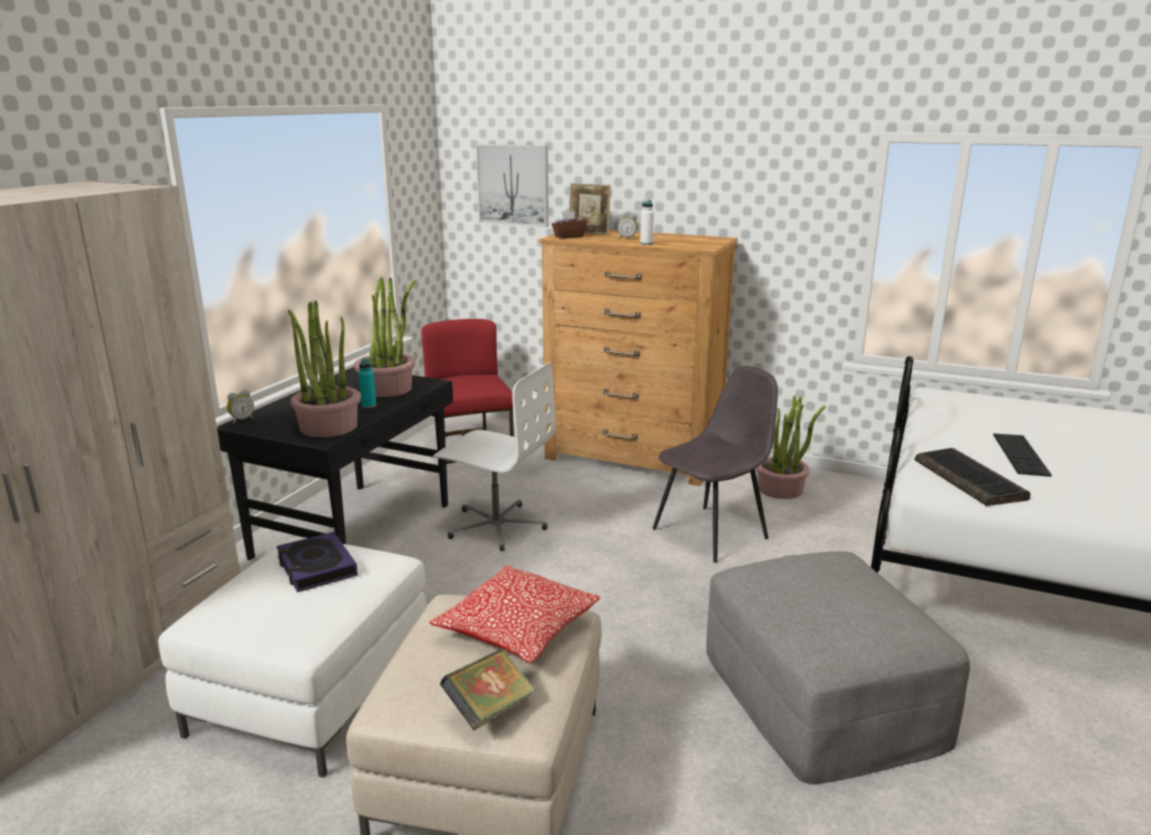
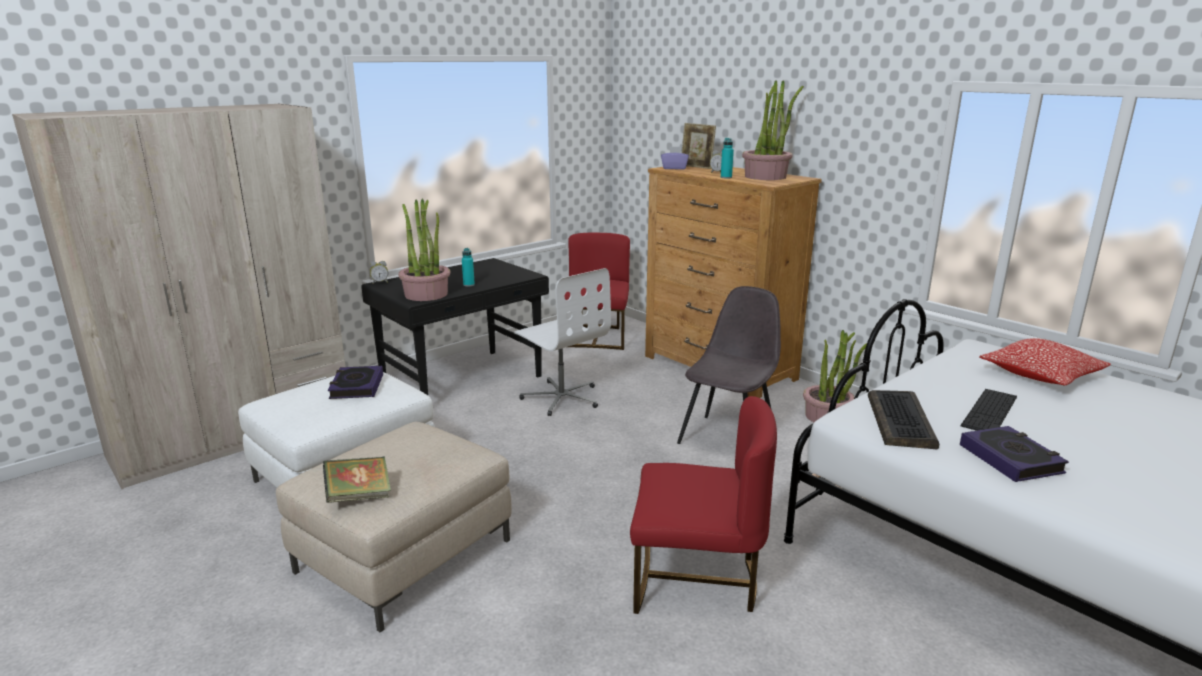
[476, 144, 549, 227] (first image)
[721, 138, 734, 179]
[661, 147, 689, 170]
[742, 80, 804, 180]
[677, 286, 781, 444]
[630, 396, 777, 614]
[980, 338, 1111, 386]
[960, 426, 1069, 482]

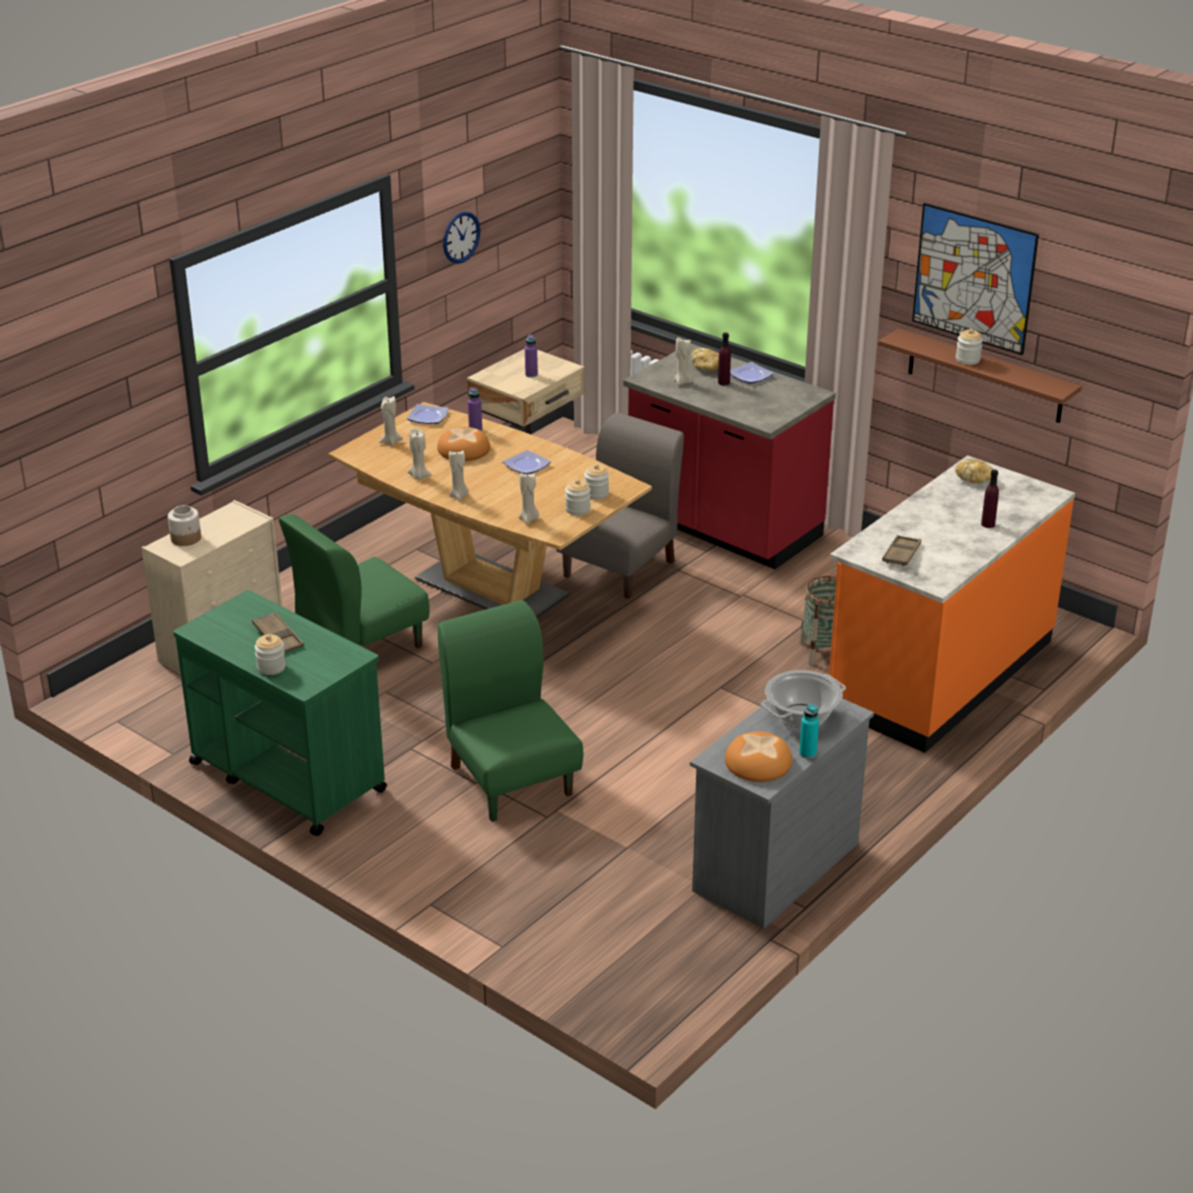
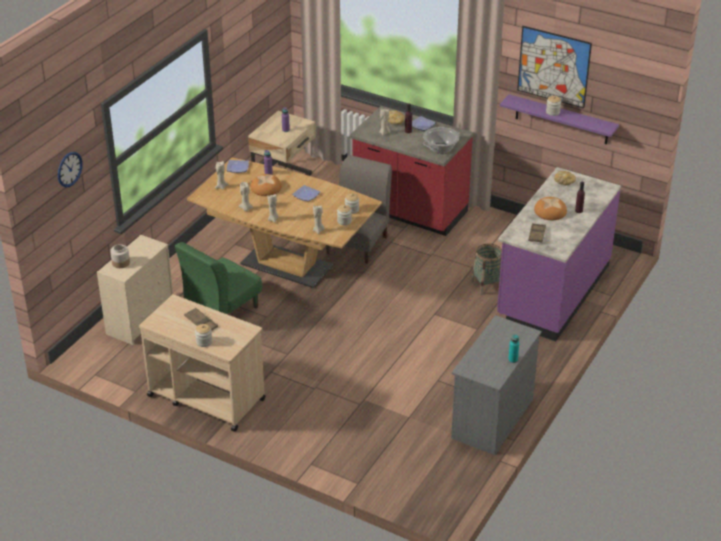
[58, 152, 83, 187]
[500, 94, 619, 145]
[497, 167, 621, 341]
[139, 294, 266, 432]
[438, 600, 584, 822] (first image)
[423, 127, 460, 154]
[534, 197, 567, 220]

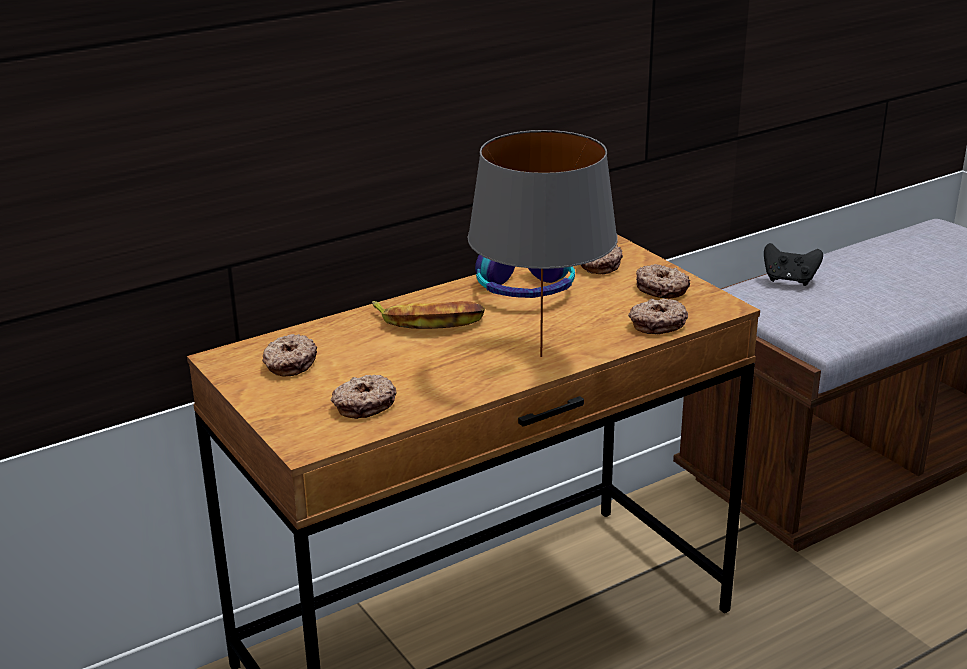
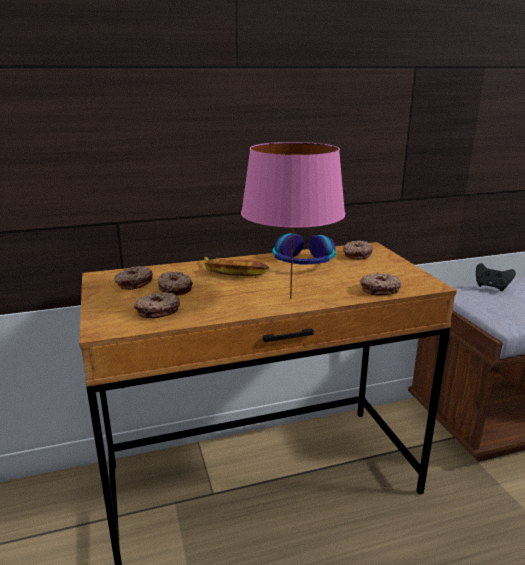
[241, 142, 345, 299]
[158, 272, 193, 296]

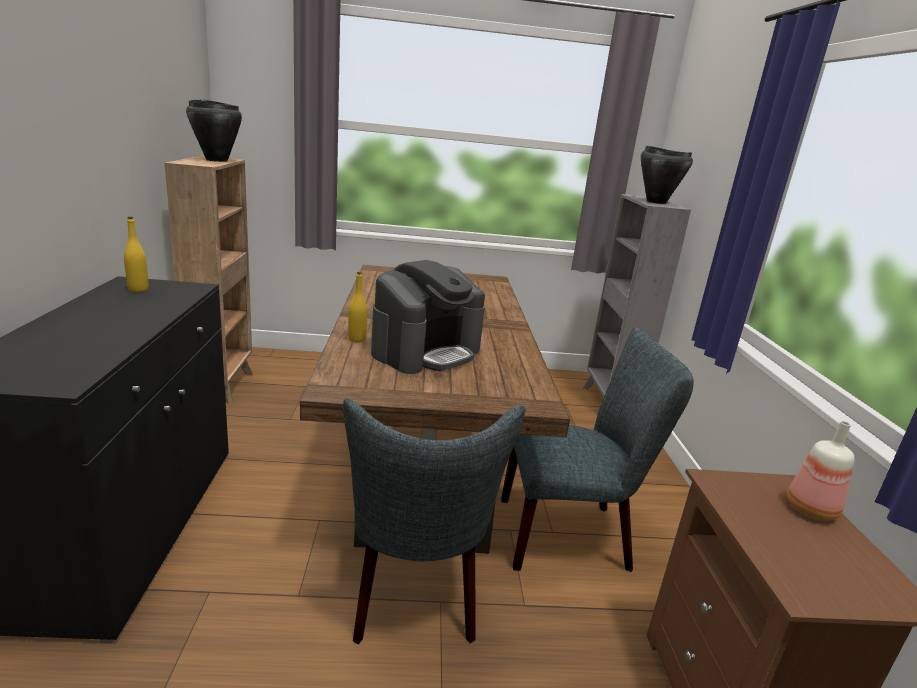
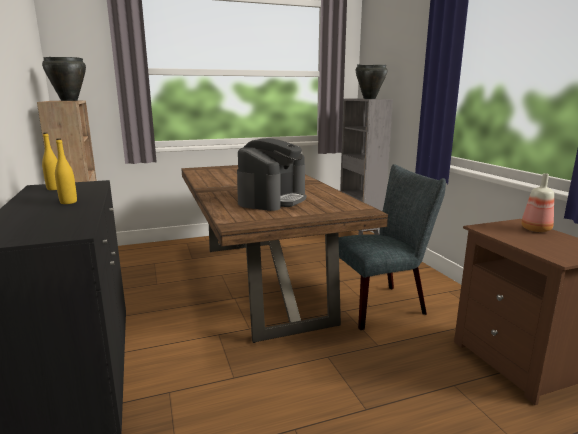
[55, 138, 77, 204]
[343, 398, 525, 644] (first image)

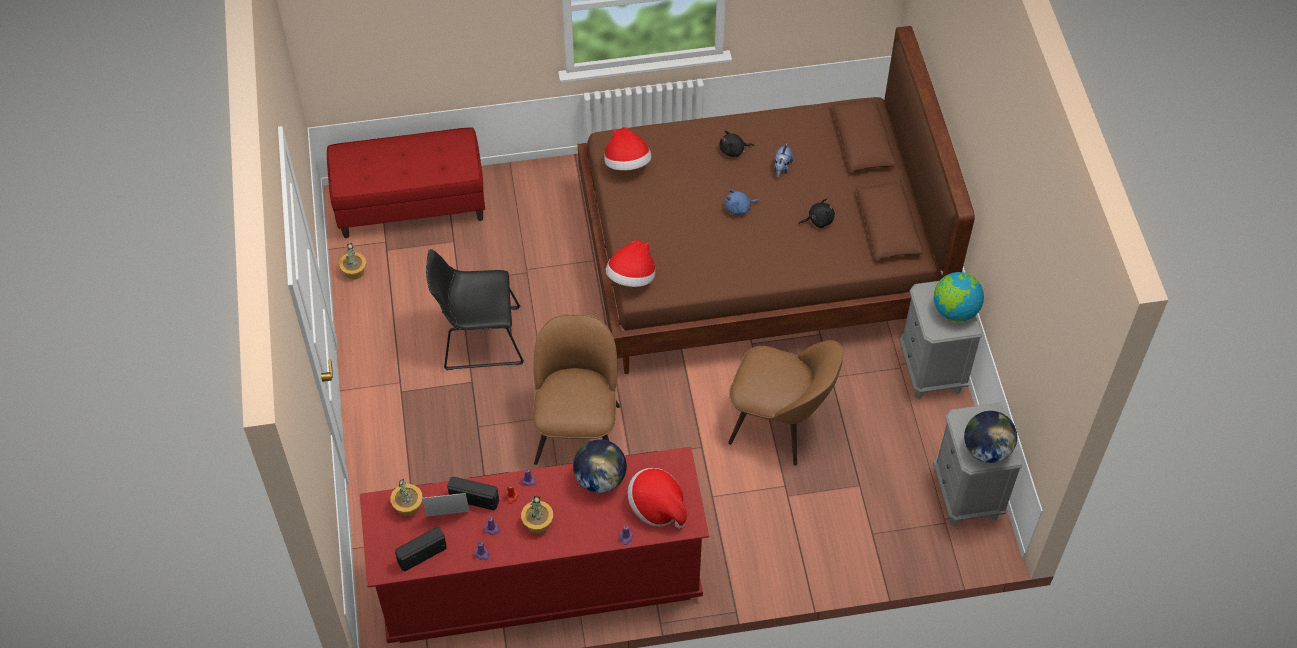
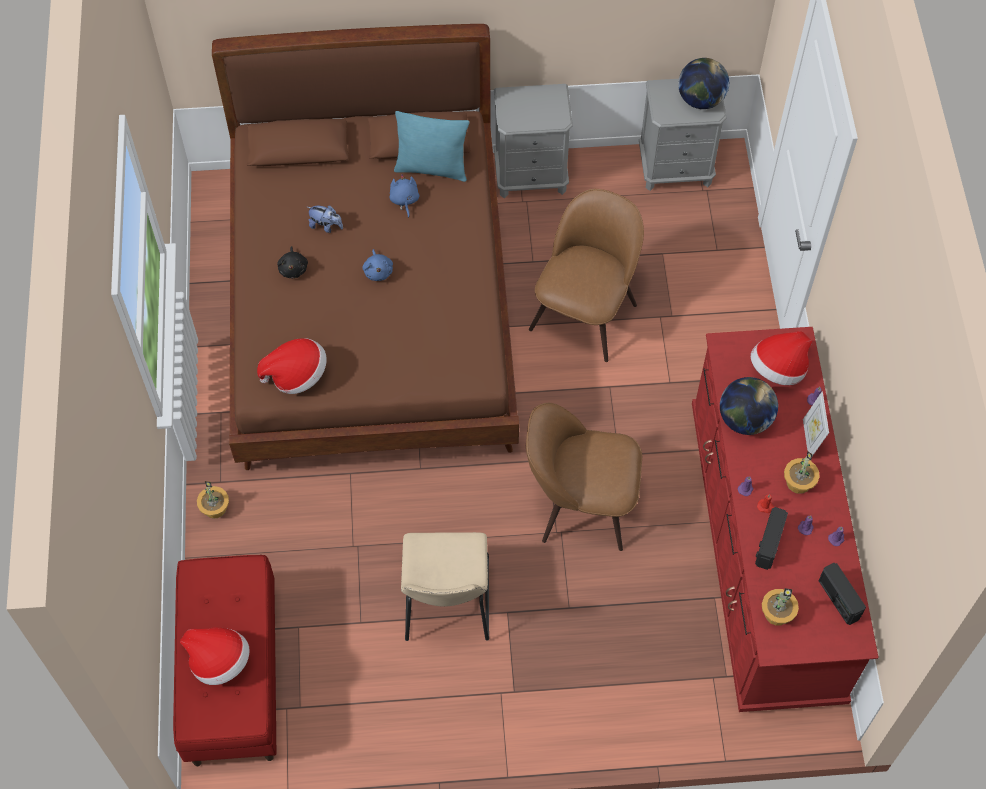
[389, 174, 419, 218]
[180, 627, 250, 685]
[197, 481, 229, 519]
[401, 532, 489, 641]
[934, 272, 984, 322] (first image)
[803, 391, 829, 456]
[394, 111, 469, 182]

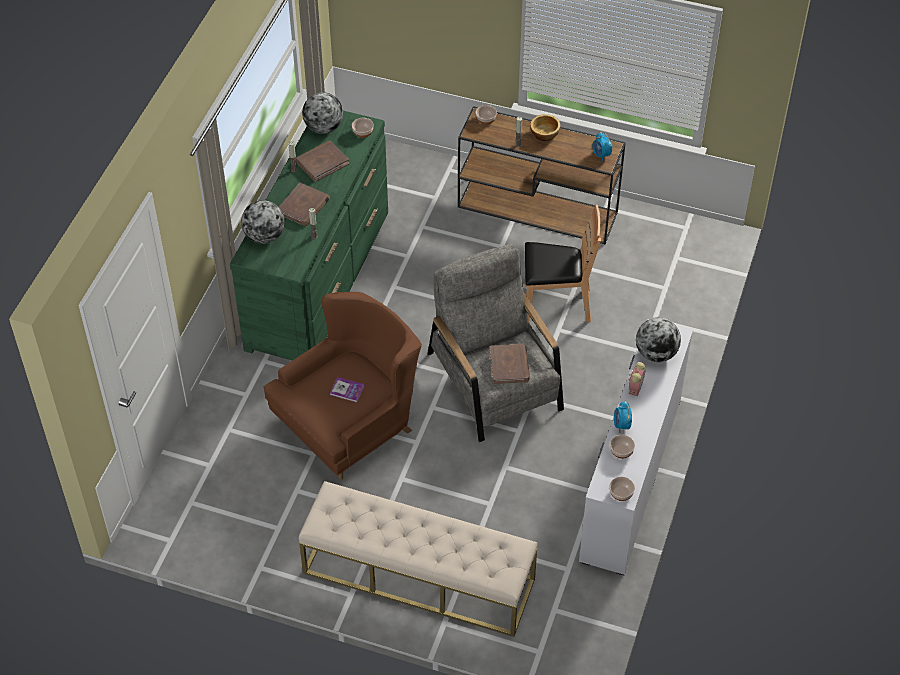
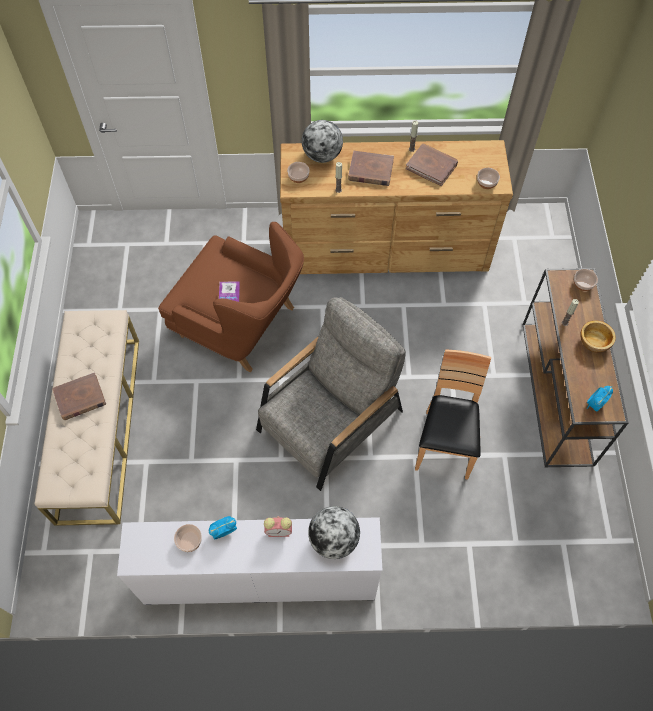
[302, 92, 343, 134] (first image)
[280, 140, 513, 274]
[415, 349, 491, 480]
[52, 373, 106, 420]
[287, 162, 310, 183]

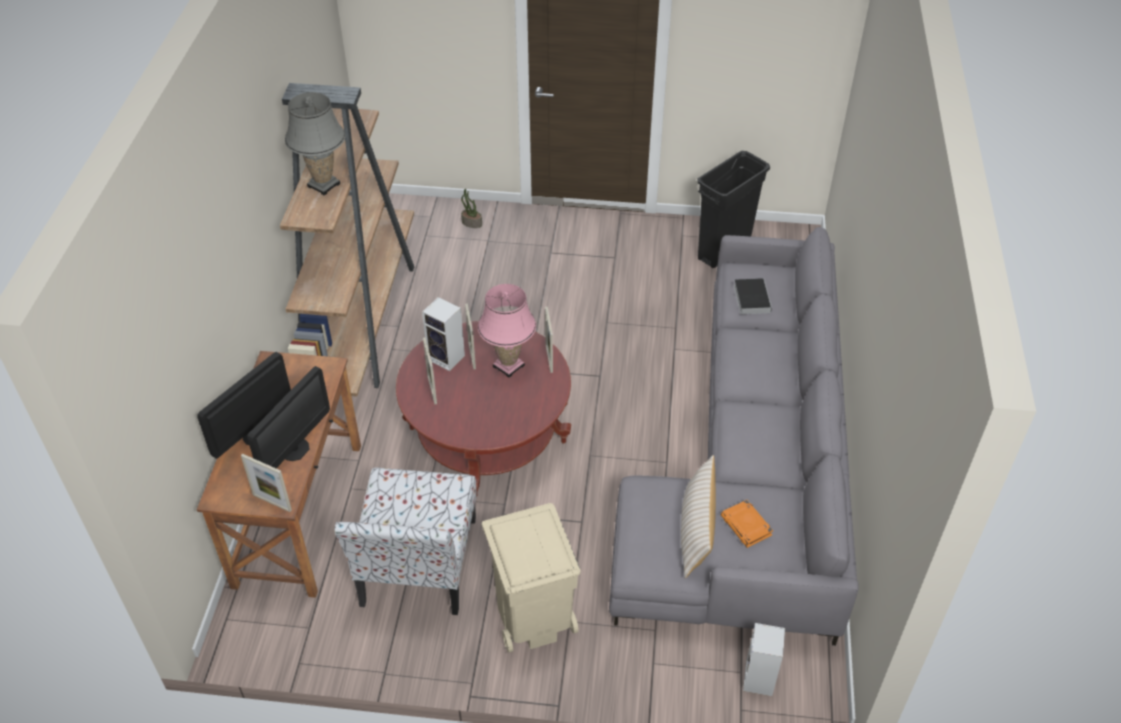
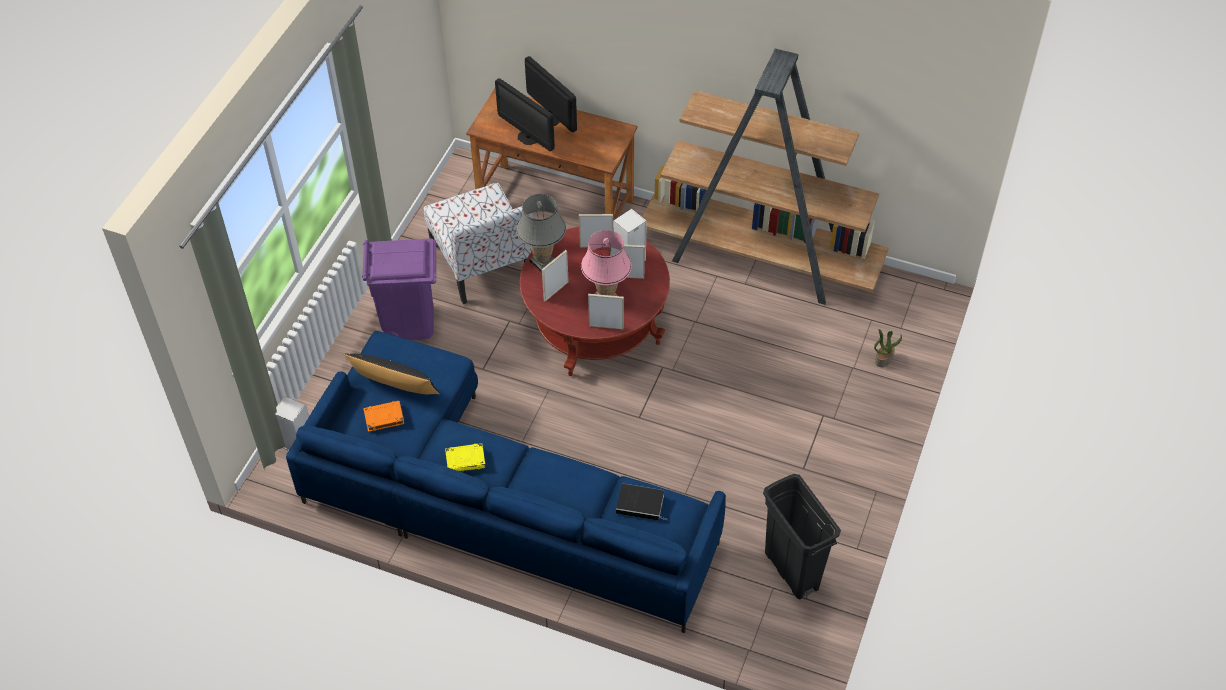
[516, 194, 566, 273]
[286, 331, 726, 633]
[542, 250, 569, 302]
[344, 354, 440, 394]
[423, 183, 533, 304]
[362, 239, 436, 340]
[445, 443, 486, 472]

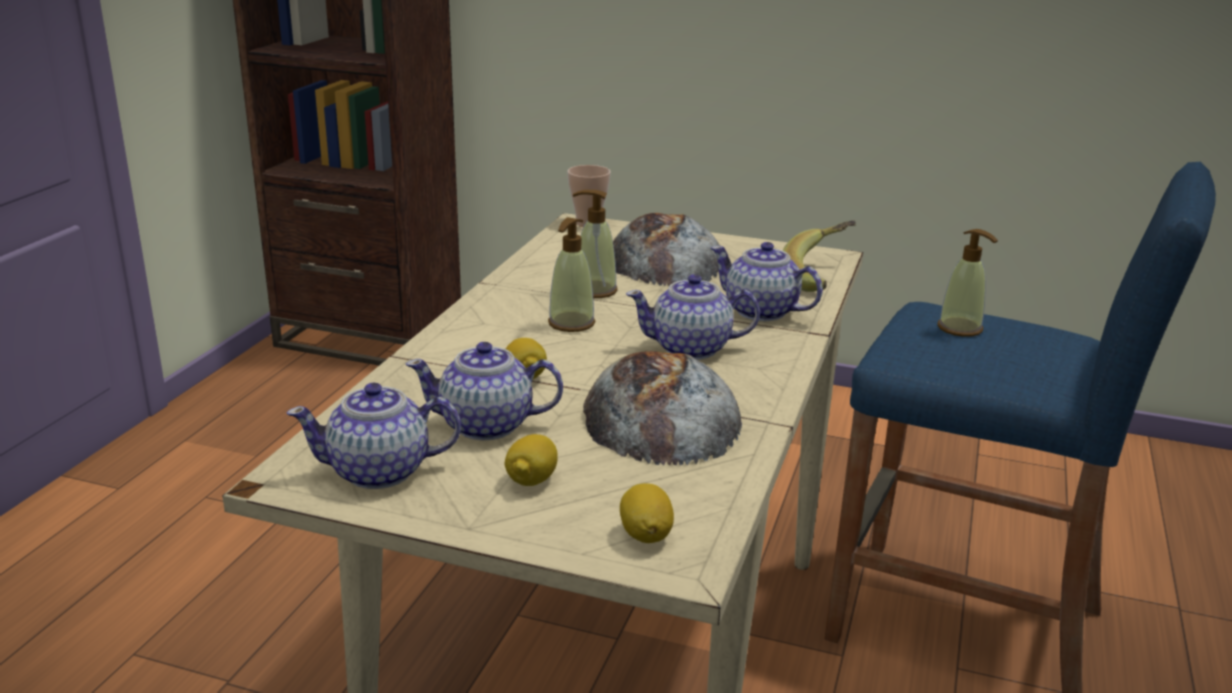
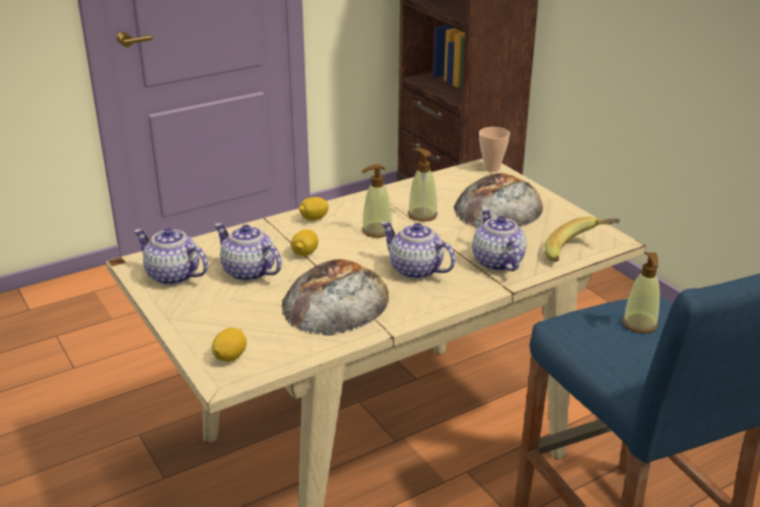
[299, 197, 329, 221]

